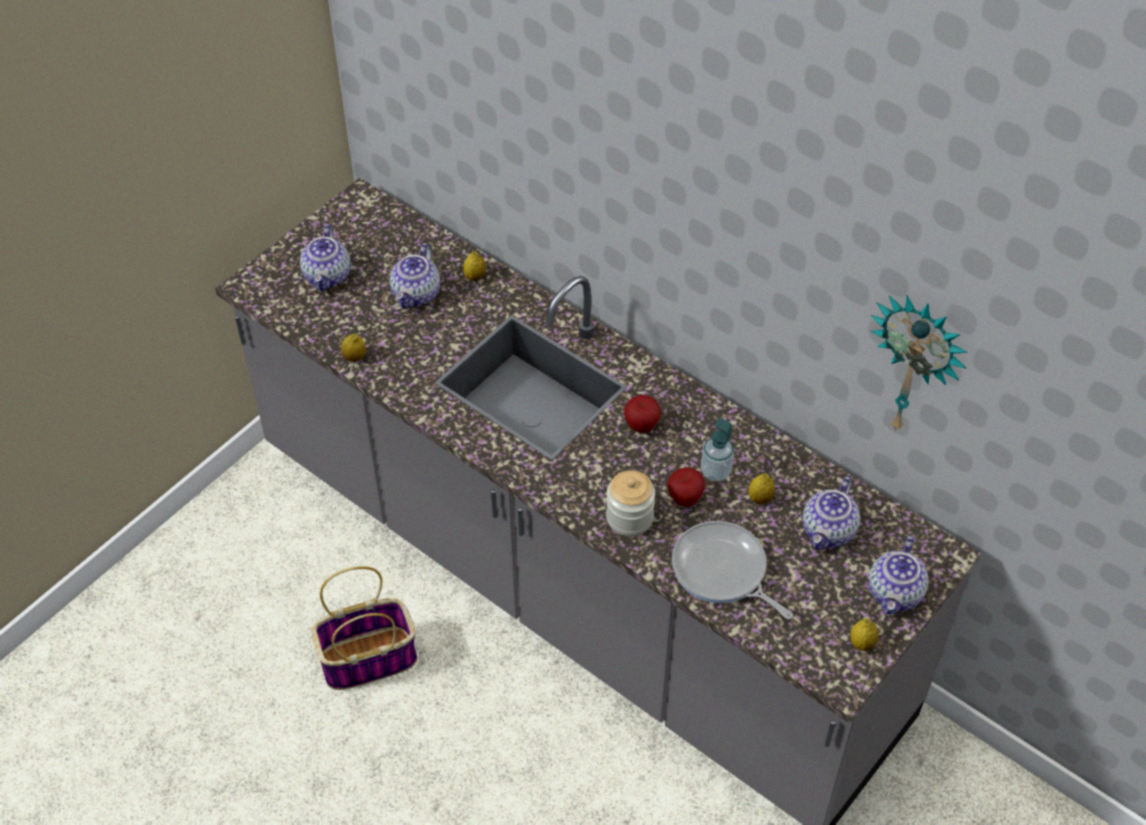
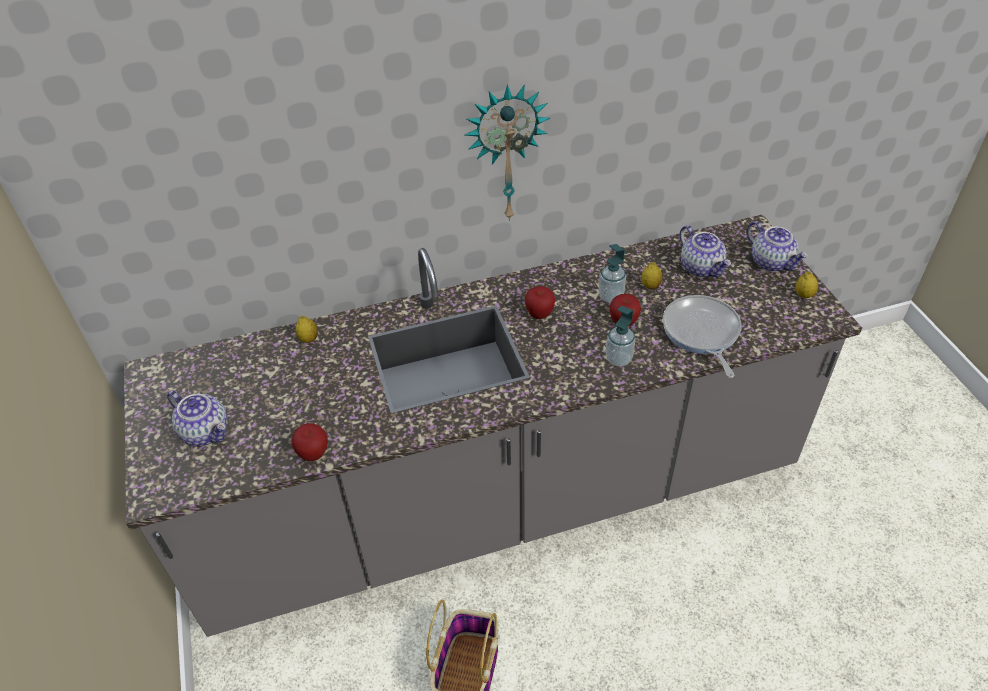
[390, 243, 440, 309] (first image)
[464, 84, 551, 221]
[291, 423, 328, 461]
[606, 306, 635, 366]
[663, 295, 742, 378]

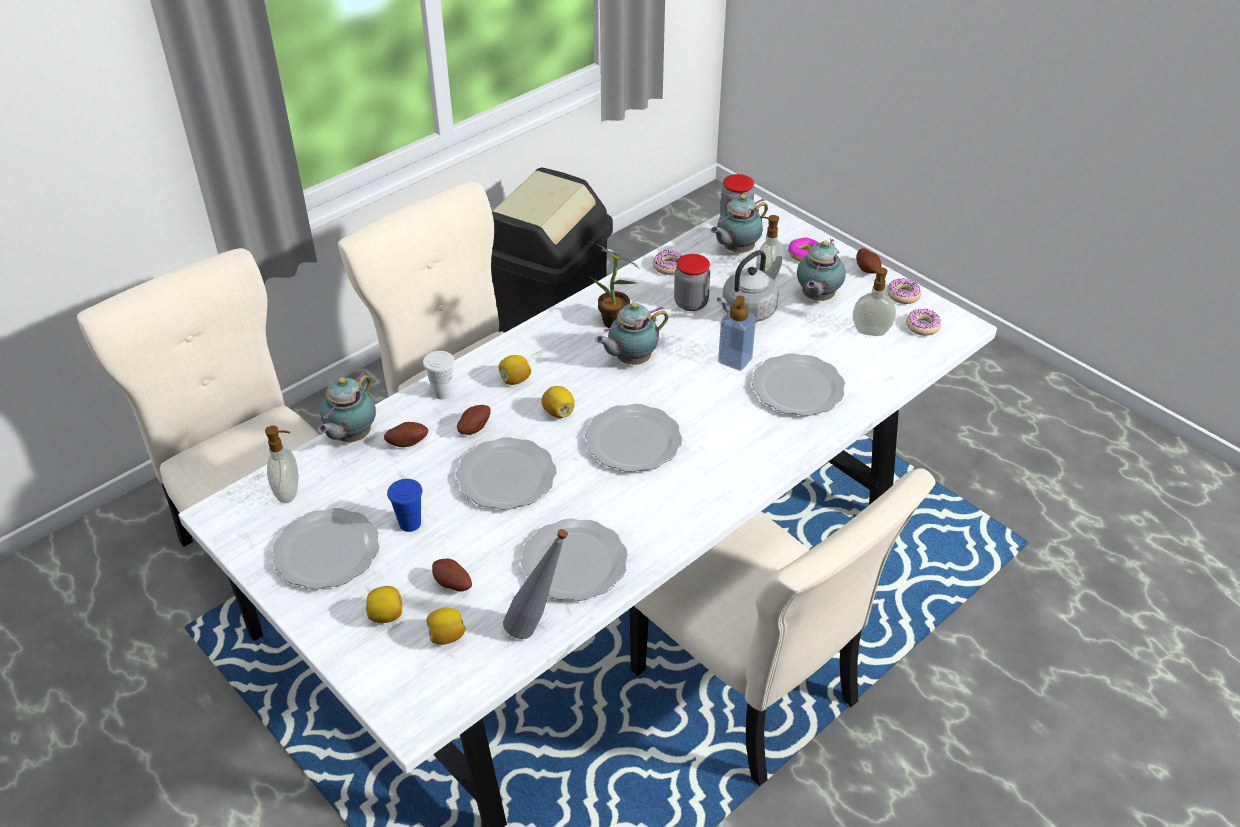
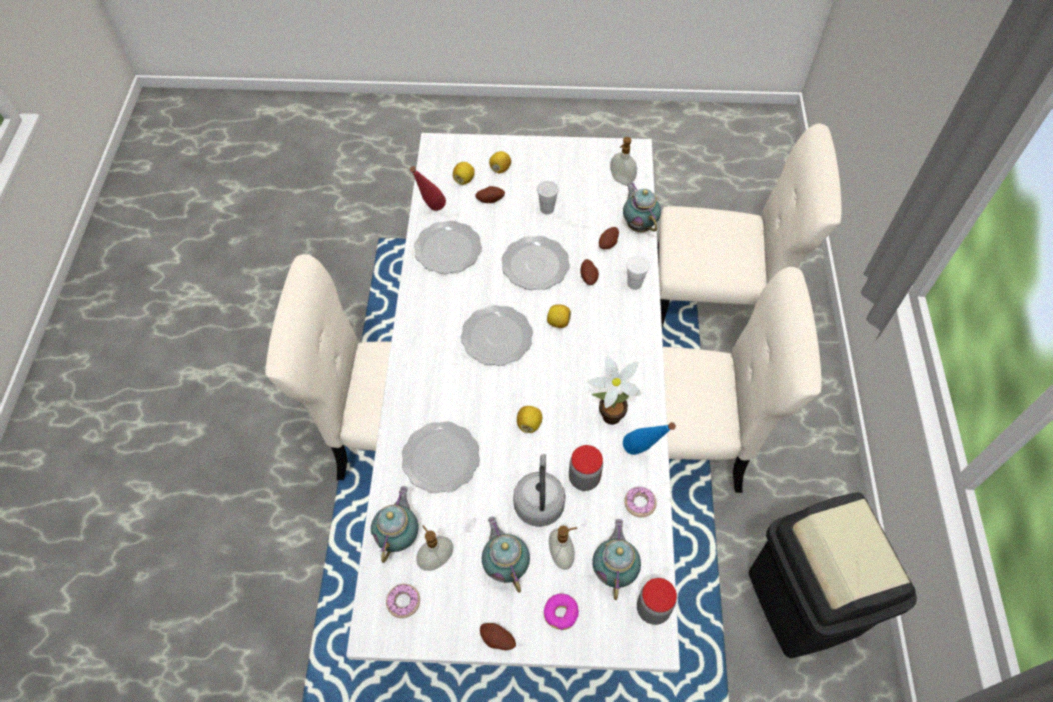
[887, 278, 921, 304] (first image)
[718, 296, 756, 371] (first image)
[371, 486, 418, 563]
[517, 406, 542, 433]
[537, 181, 559, 215]
[273, 508, 380, 589] (first image)
[410, 166, 446, 211]
[623, 422, 676, 455]

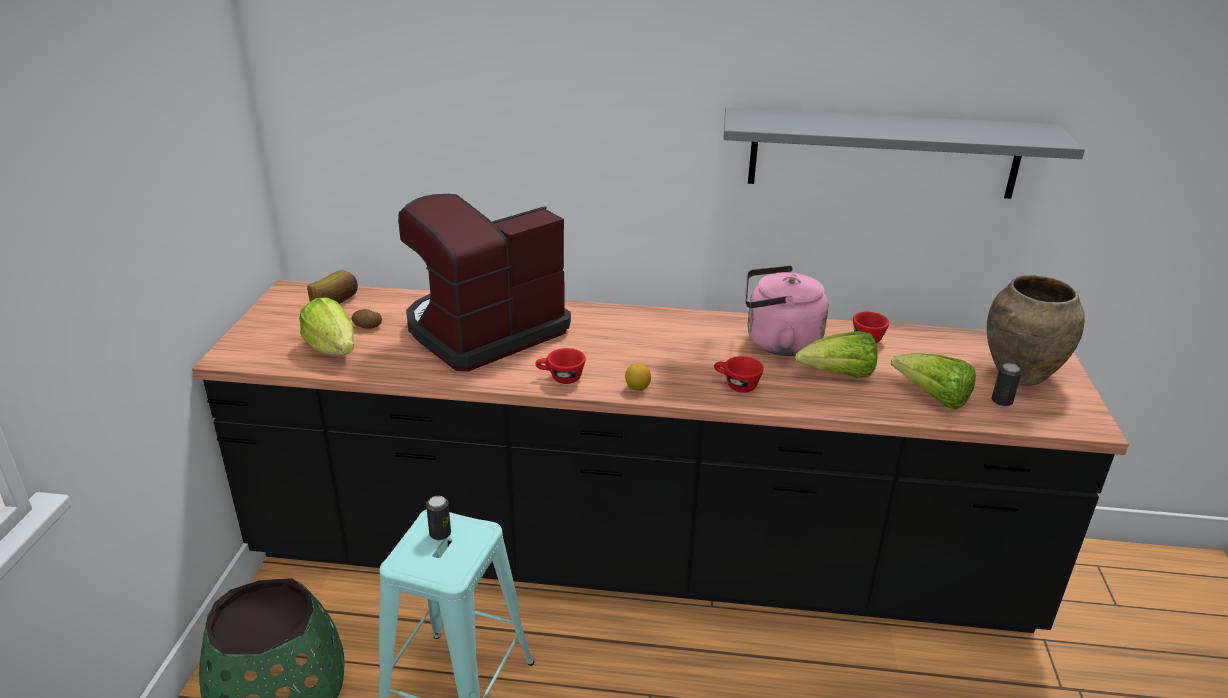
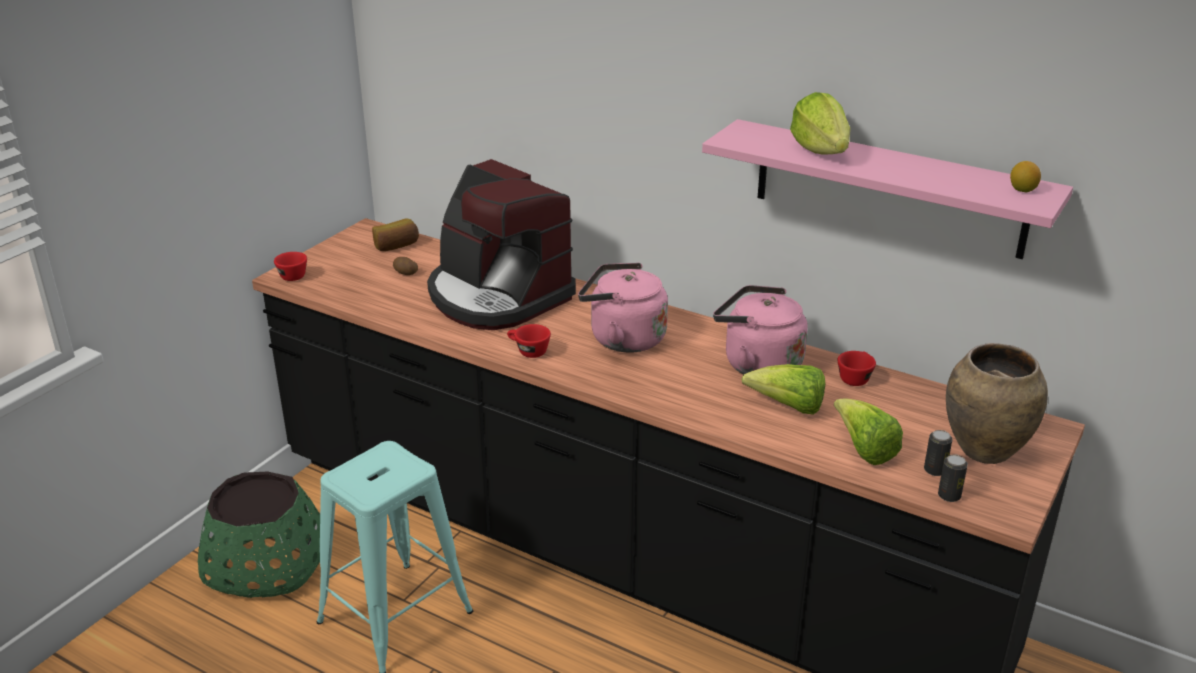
[702, 119, 1073, 259]
[427, 159, 576, 330]
[790, 92, 850, 154]
[274, 252, 307, 281]
[1010, 161, 1041, 192]
[938, 454, 968, 502]
[578, 263, 668, 353]

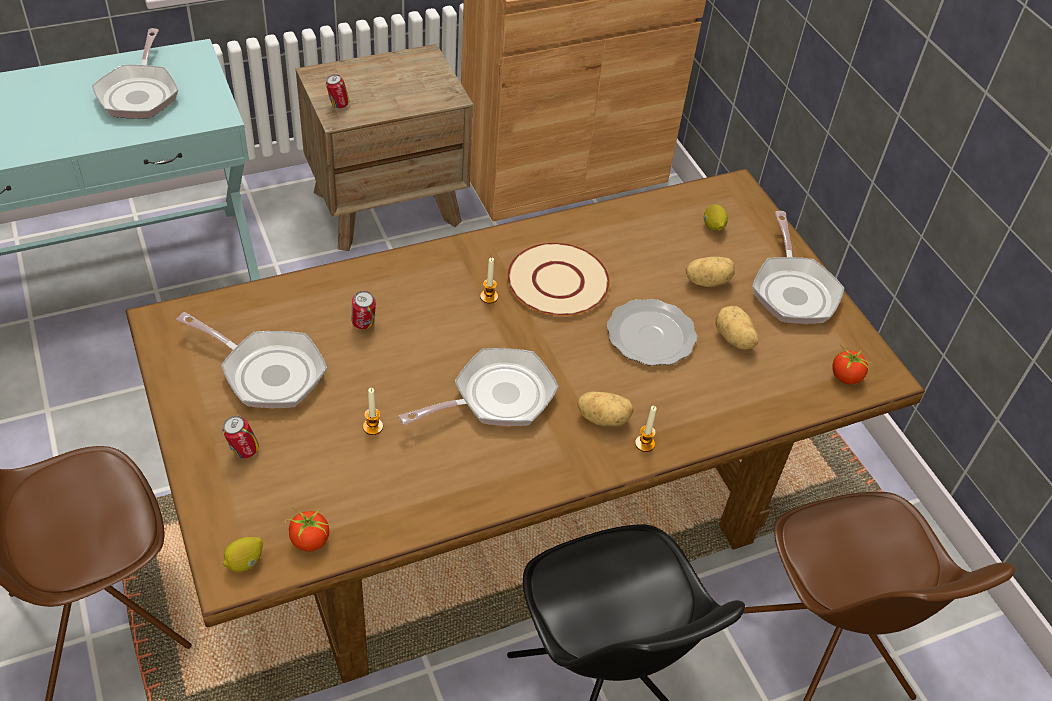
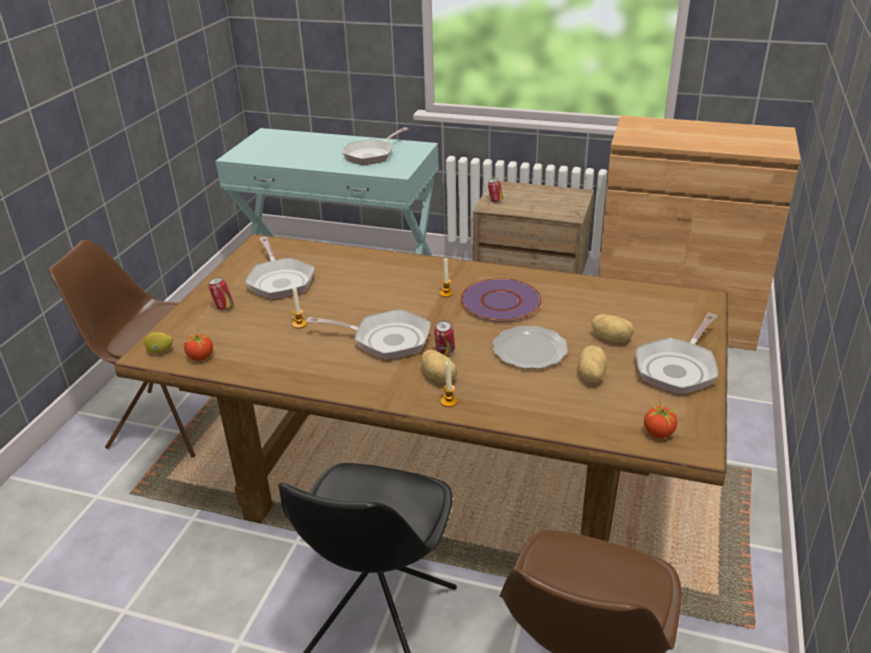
[704, 204, 728, 231] (first image)
[460, 278, 542, 322]
[434, 321, 455, 355]

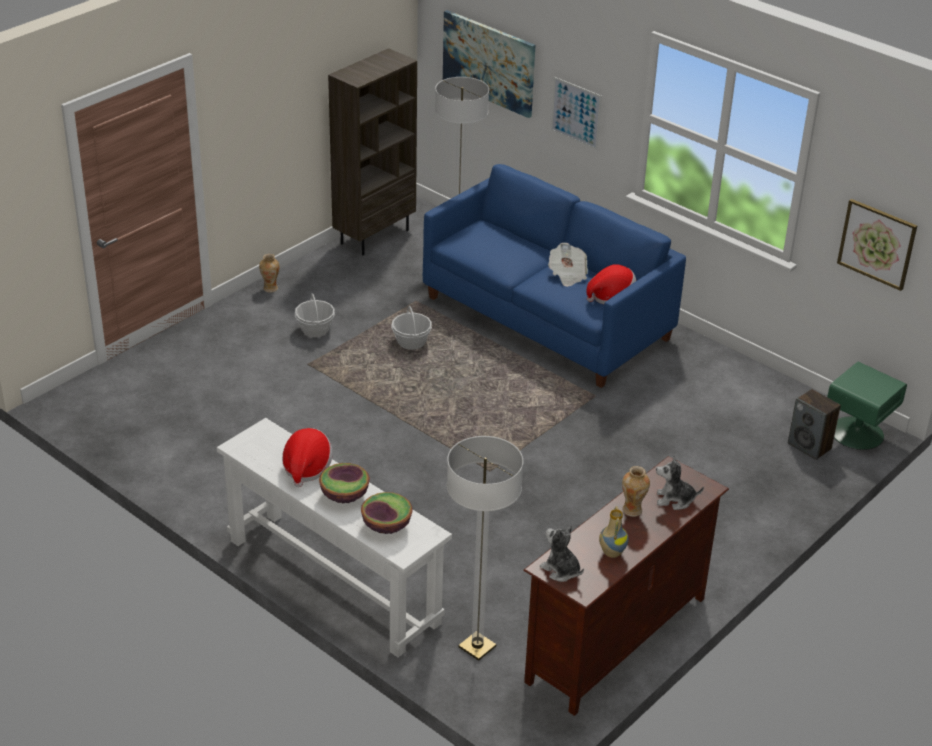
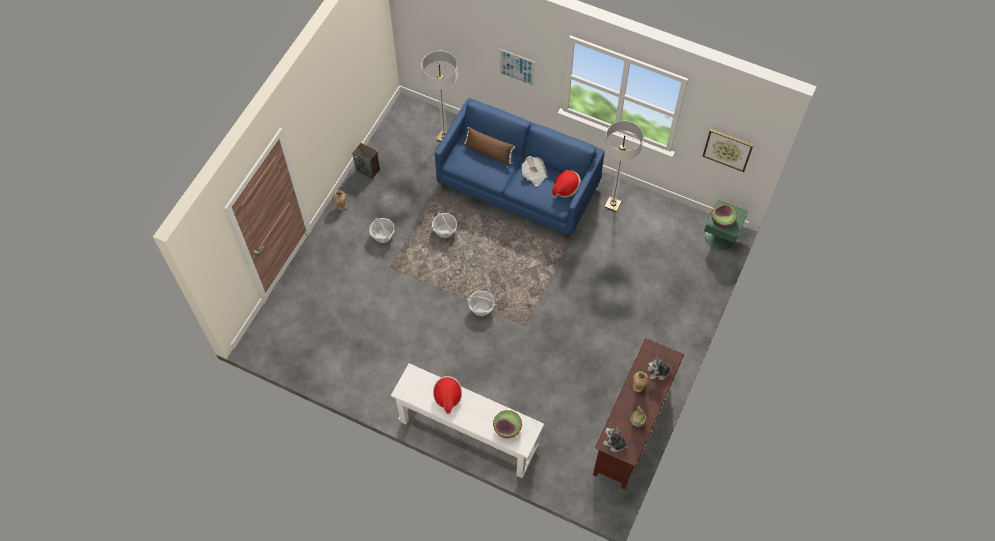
[443, 10, 536, 118] (first image)
[328, 48, 417, 255] (first image)
[353, 143, 380, 179]
[605, 121, 643, 212]
[711, 204, 737, 228]
[464, 127, 515, 164]
[467, 291, 496, 316]

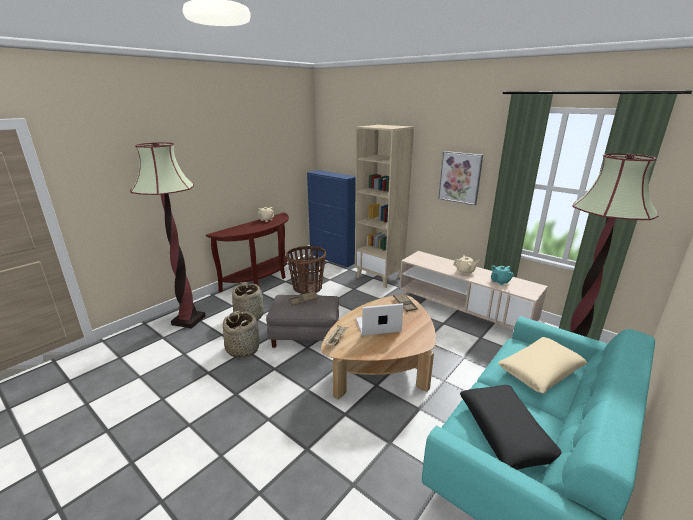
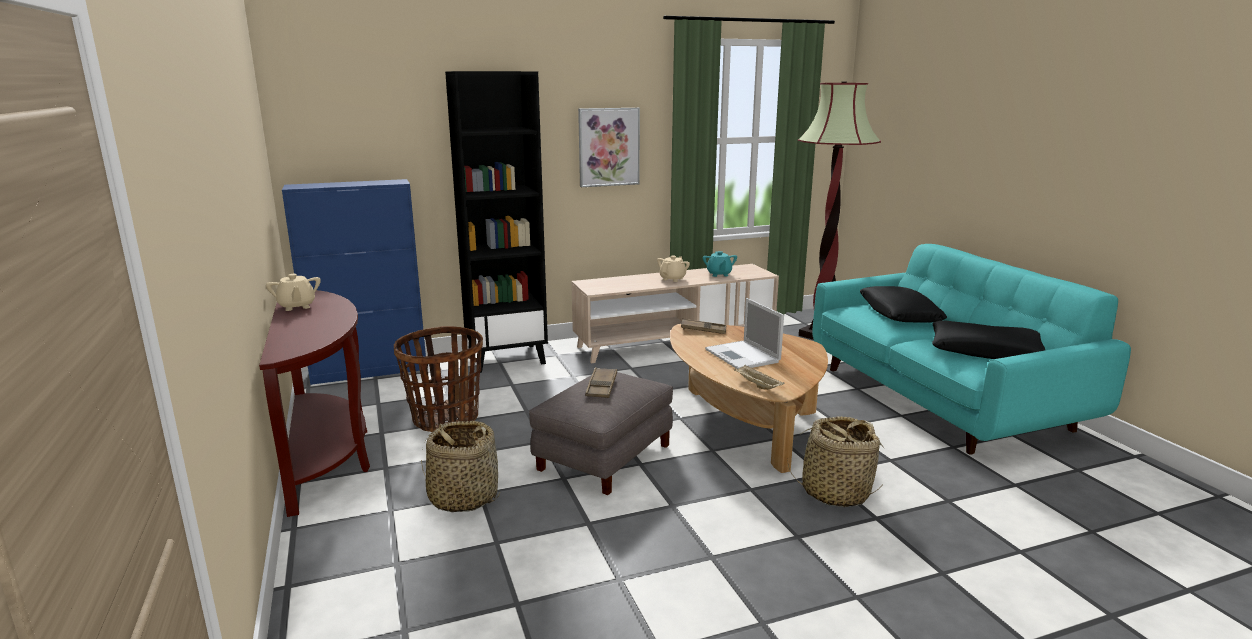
[445, 71, 548, 373]
[130, 142, 206, 328] (first image)
[705, 298, 784, 369]
[787, 416, 884, 507]
[860, 286, 947, 323]

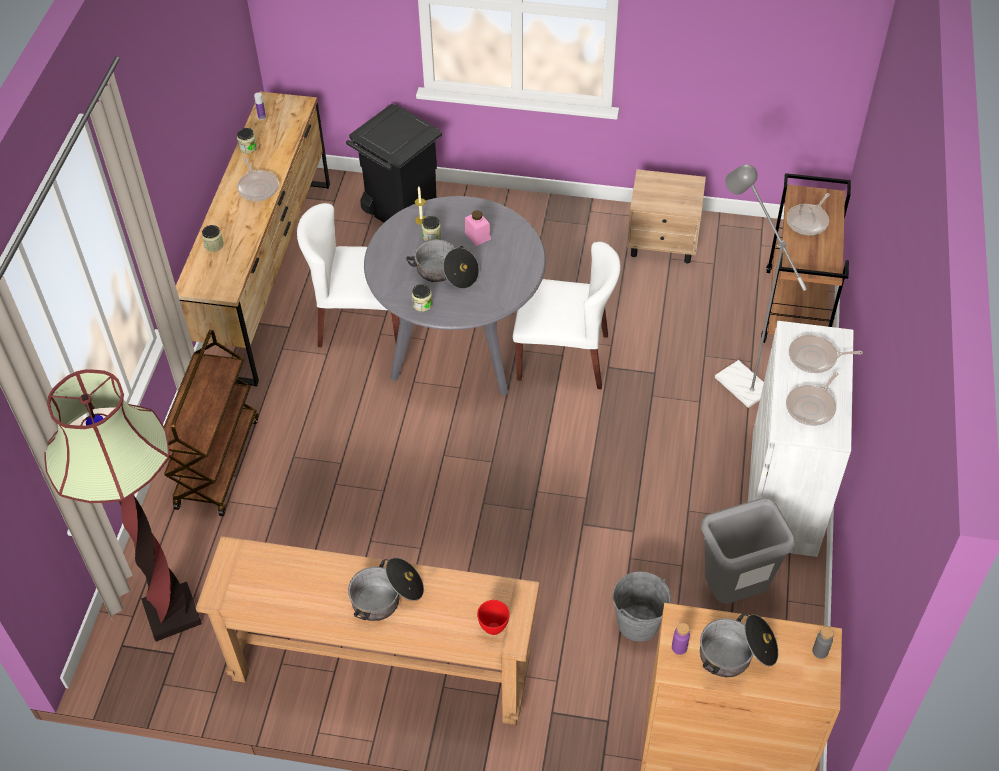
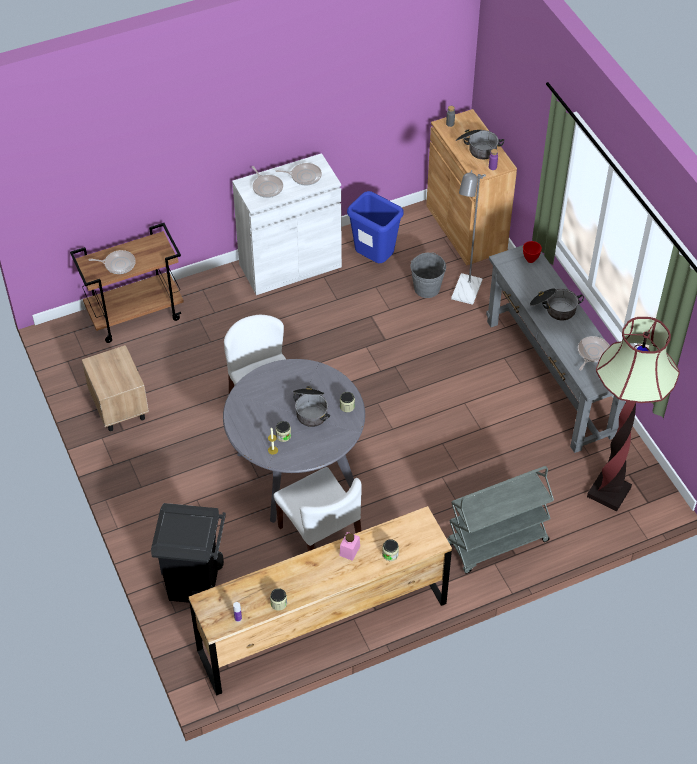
[578, 336, 610, 370]
[451, 170, 486, 305]
[339, 532, 360, 561]
[447, 466, 554, 574]
[347, 191, 404, 263]
[486, 245, 625, 453]

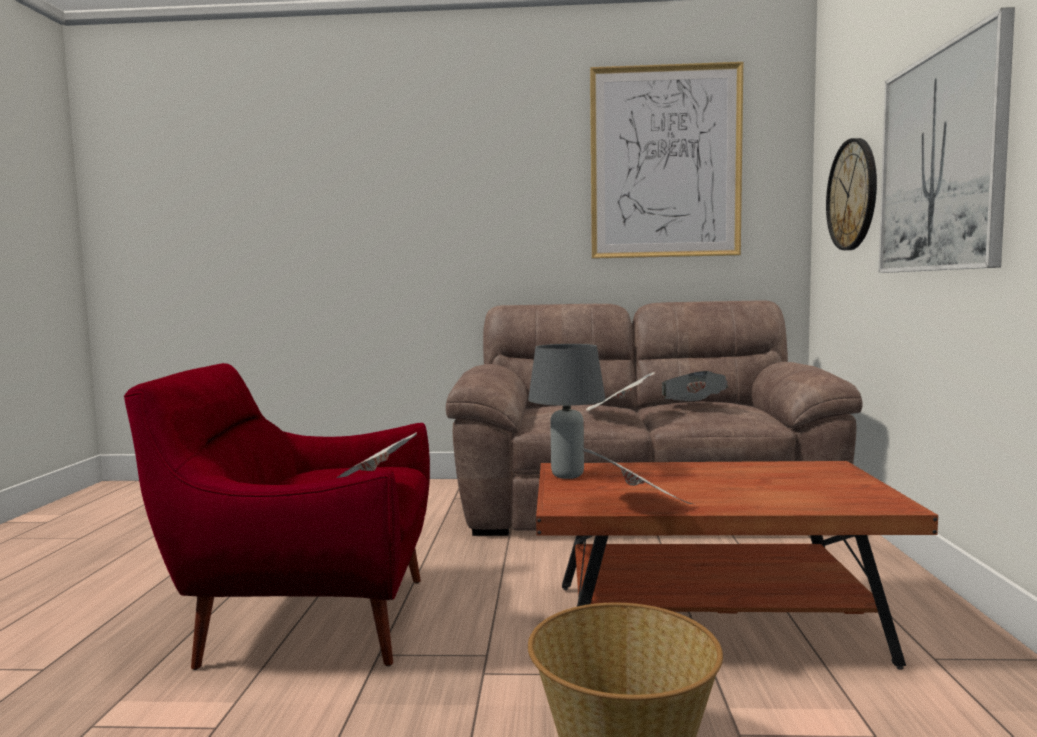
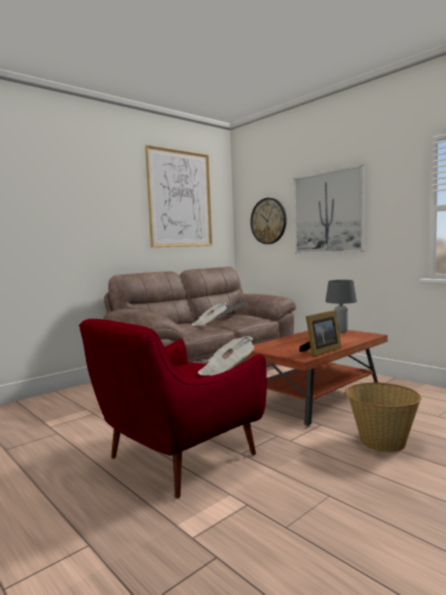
[325, 280, 357, 333]
[299, 310, 342, 357]

